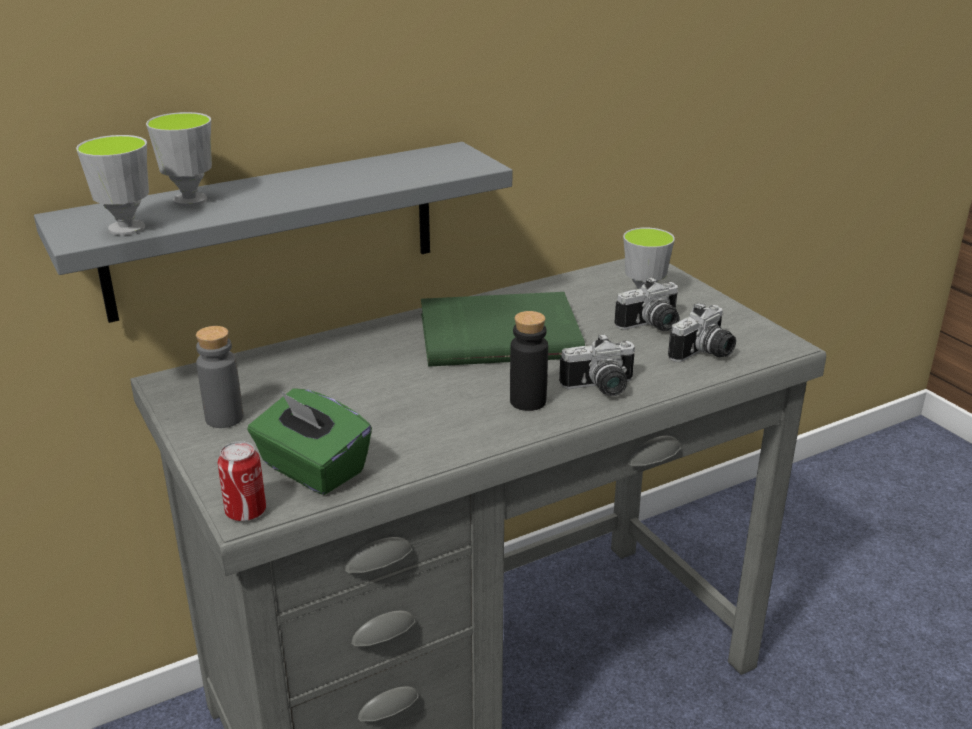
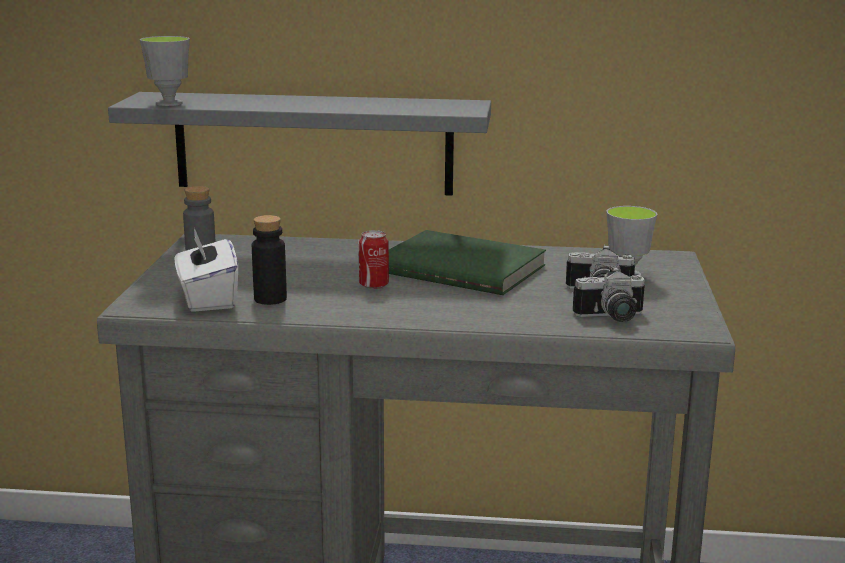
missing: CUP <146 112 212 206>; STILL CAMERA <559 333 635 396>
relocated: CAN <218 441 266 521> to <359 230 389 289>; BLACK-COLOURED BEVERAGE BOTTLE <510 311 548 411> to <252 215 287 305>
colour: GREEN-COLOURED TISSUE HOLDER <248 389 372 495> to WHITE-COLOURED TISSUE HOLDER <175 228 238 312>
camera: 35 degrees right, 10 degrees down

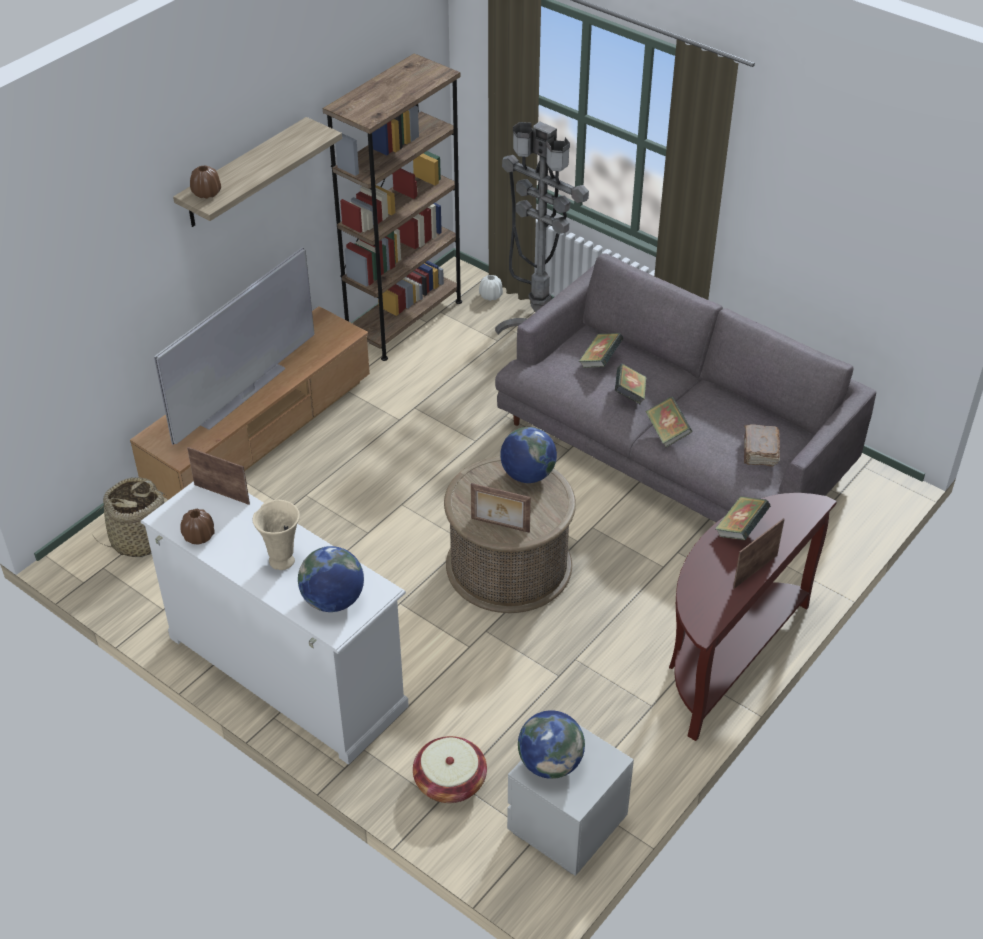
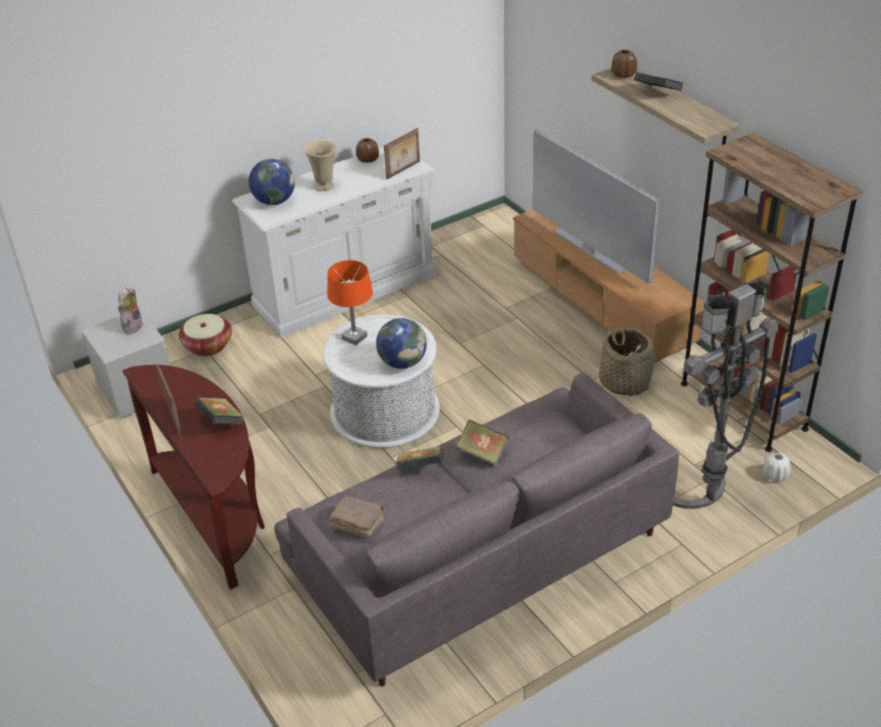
relocated: HOUSEHOLD BASKET <92 477 166 557> to <599 327 655 397>; BOOK <579 333 624 368> to <634 72 684 91>
exchanged: PICTURE FRAME <471 483 531 533> to ORANGEY TABLE LAMP <327 260 373 346>; WORLD GLOBE <518 710 585 779> to SOFT TOY <118 287 144 334>
colour: BROWNISH COFFEE TABLE <444 456 576 613> to WHITE-COLOURED COFFEE TABLE <322 314 440 448>
camera: 110 degrees right, 5 degrees down

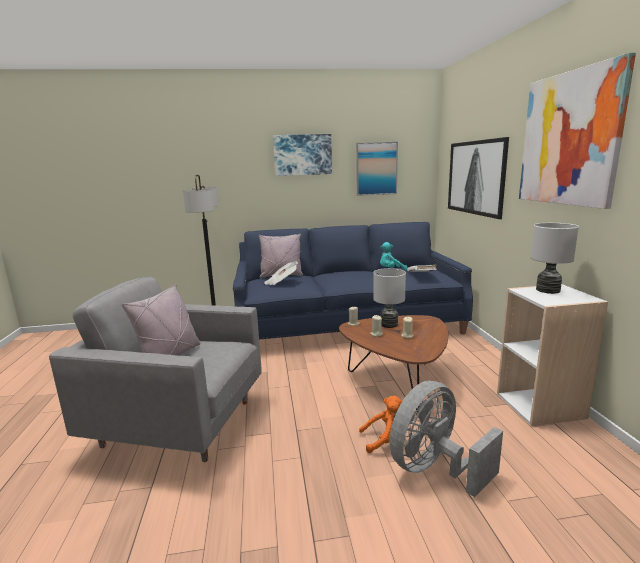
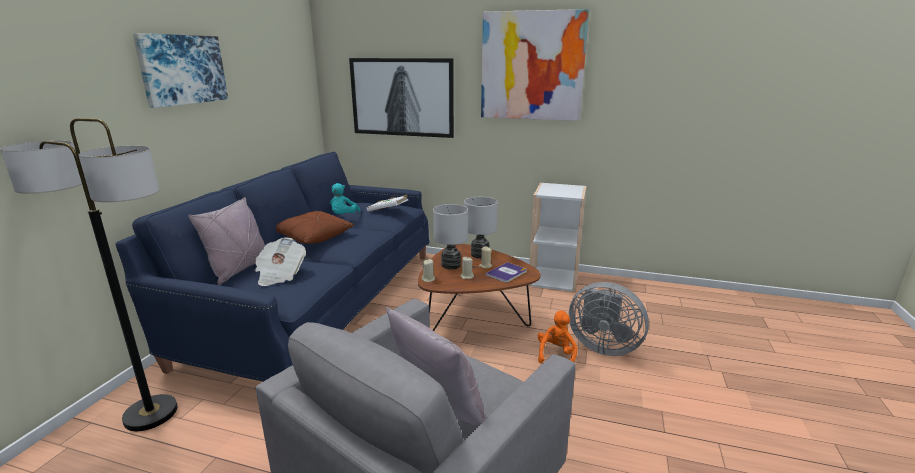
missing: WALL PICTURE <356 142 398 196>
appeared: BROWNISH CUSHION <276 211 354 244>; BOOK <486 262 527 283>
relocated: GREYISH TABLE LAMP <531 223 579 294> to <464 197 498 258>
spun: GREYISH ELECTRIC FAN <389 381 503 497> = <569 282 649 356> 45 degrees counterclockwise
camera: 65 degrees left, 5 degrees up

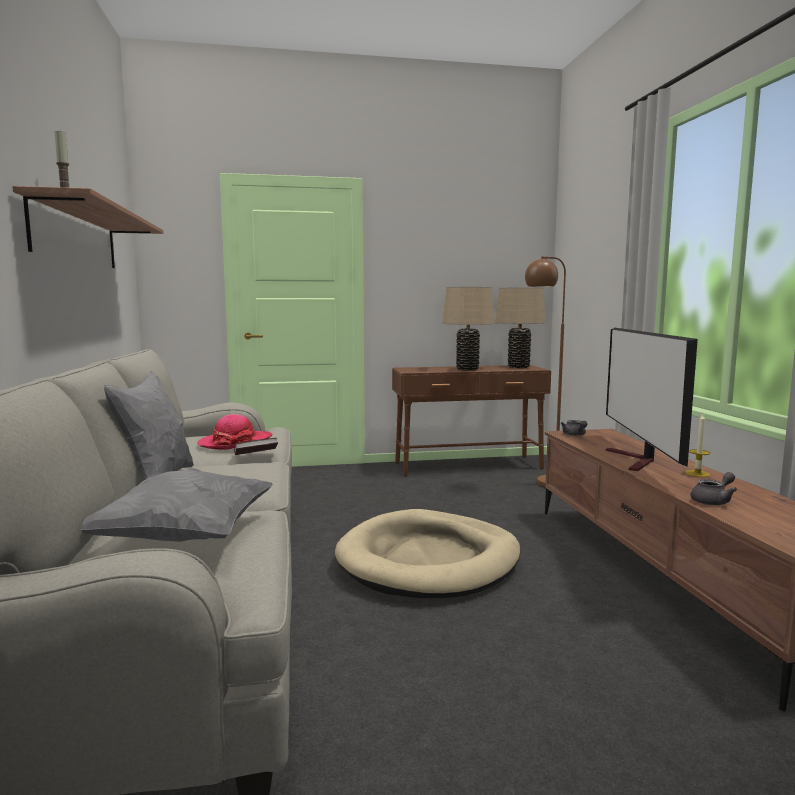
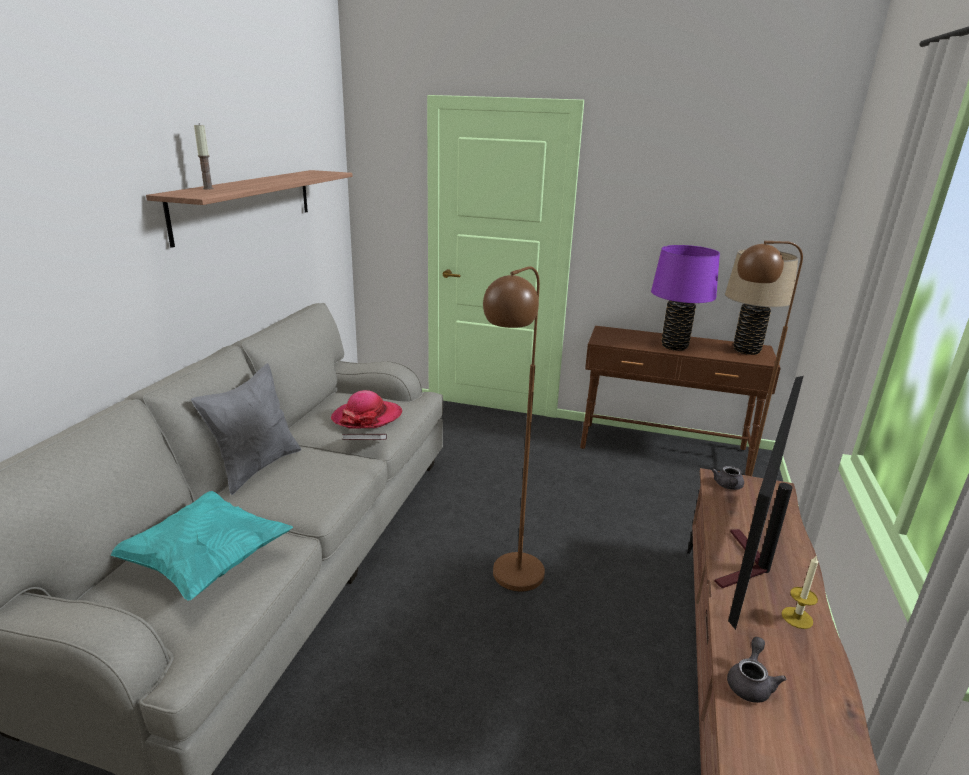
exchanged: BEIGE-COLOURED PET BED <335 509 521 598> to BROWNISH STANDING LAMP <483 267 545 592>
colour: GREYISH CUSHION <81 468 273 542> to TURQUOISE CUSHION <111 491 293 601>; BEIGE-COLOURED TABLE LAMP <443 287 495 371> to PURPLE TABLE LAMP <651 245 720 351>
spun: GREYISH TEAPOT <691 472 737 505> = <727 637 787 703> 60 degrees counterclockwise
camera: 25 degrees right, 15 degrees up

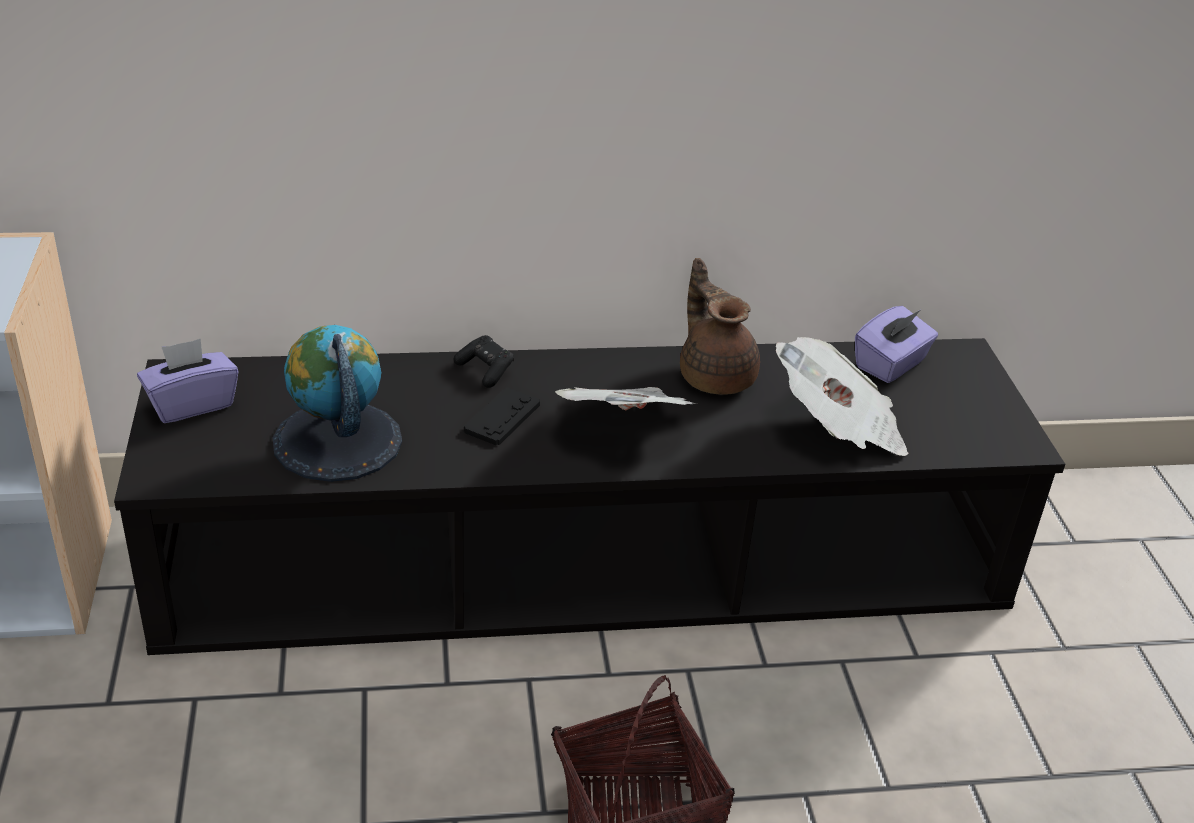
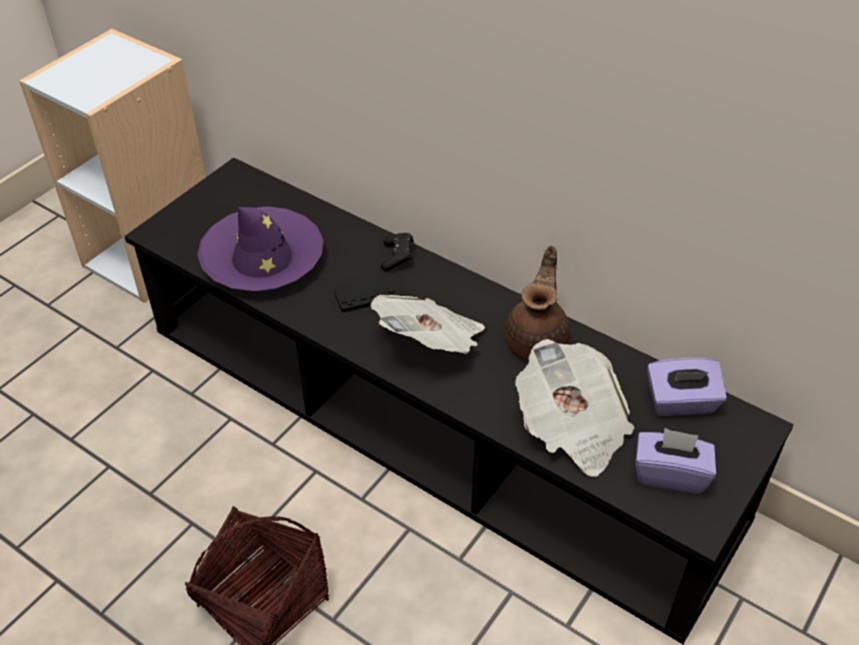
relocated: PURPLE TISSUE HOLDER <137 338 239 423> to <635 428 716 494>
exchanged: WORLD GLOBE <273 325 402 482> to PURPLE WEARABLE HAT <197 206 323 291>
camera: 45 degrees right, 10 degrees up

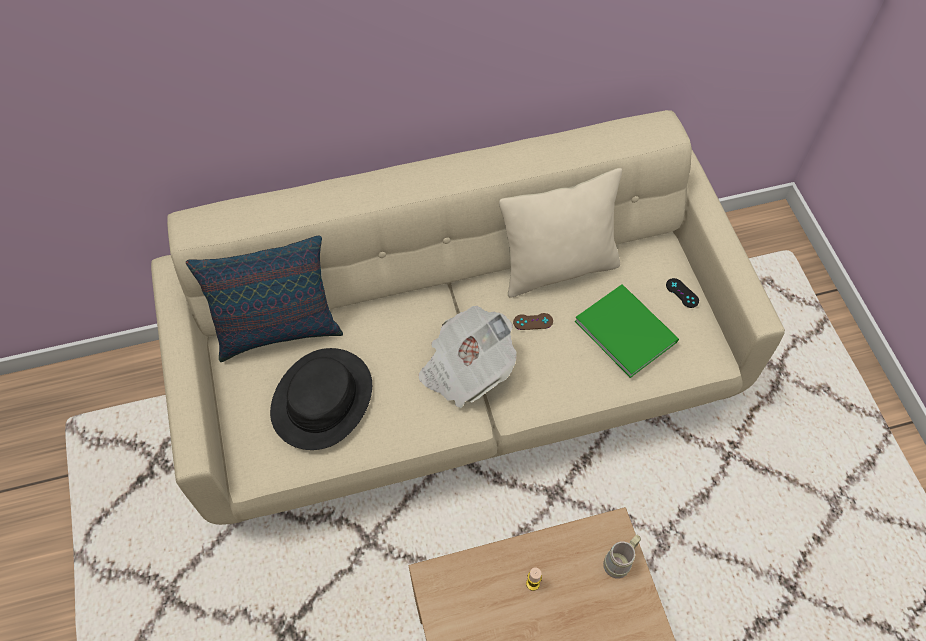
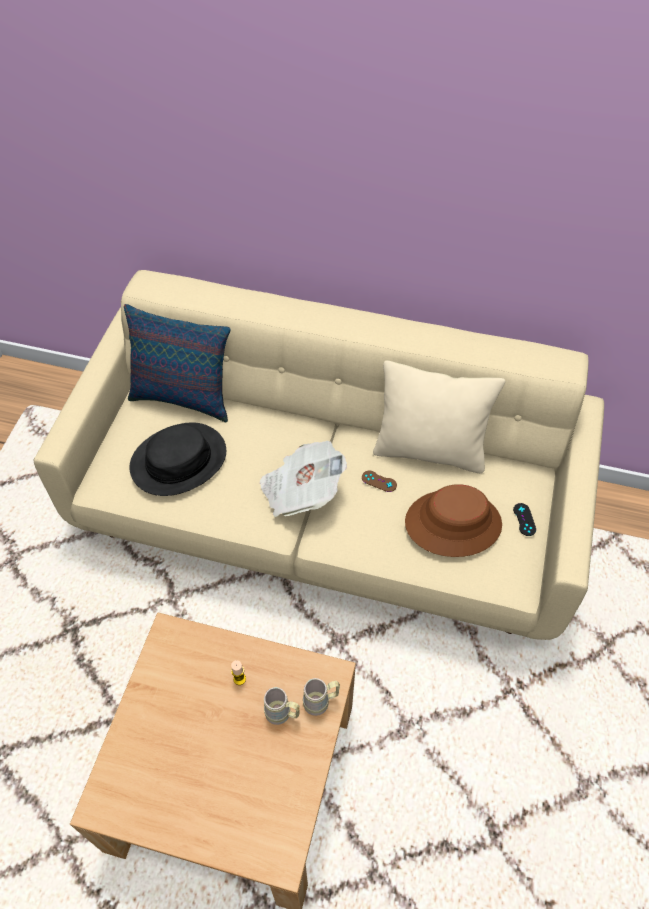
appeared: BEIGE-COLOURED COFFEE MUG <264 687 300 725>
exchanged: GREEN-COLOURED BOOK <575 284 679 378> to BROWNISH WEARABLE HAT <405 484 502 557>
camera: 30 degrees right, 5 degrees down

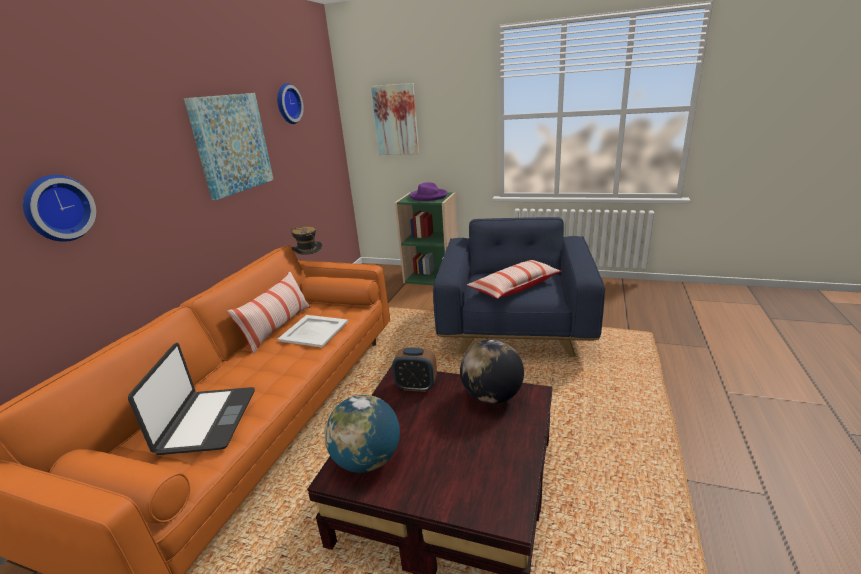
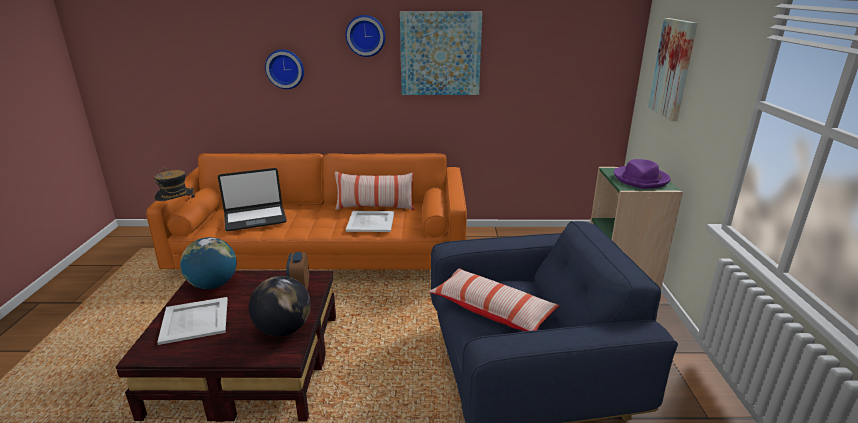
appeared: WHITE-COLOURED CARRYING TRAY <157 297 228 345>
relocated: HANGING CLOCK <277 83 304 124> to <346 15 385 57>; WEARABLE HAT <291 227 322 259> to <154 167 195 203>
camera: 70 degrees right, 0 degrees up

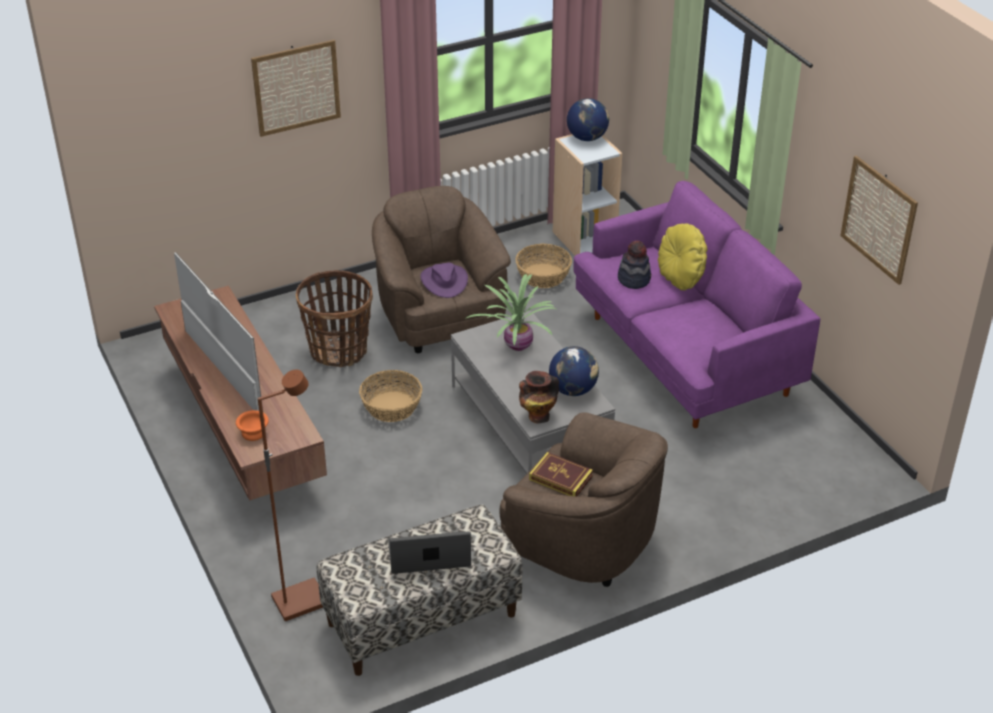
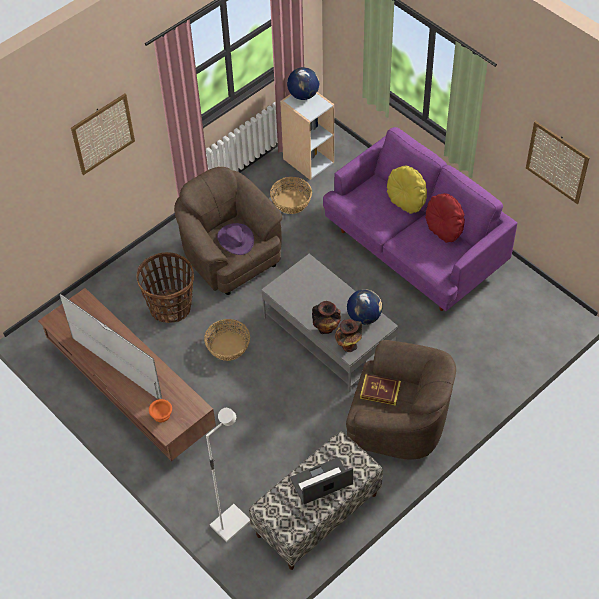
missing: PLANT IN A POT <465 274 558 351>; WEARABLE HAT <618 241 651 289>
appeared: VASE <312 301 341 334>; RED-COLOURED CUSHION <425 193 465 243>
colour: BROWNISH STANDING LAMP <258 370 323 621> to WHITE-COLOURED STANDING LAMP <206 408 250 542>
camera: 15 degrees left, 15 degrees up

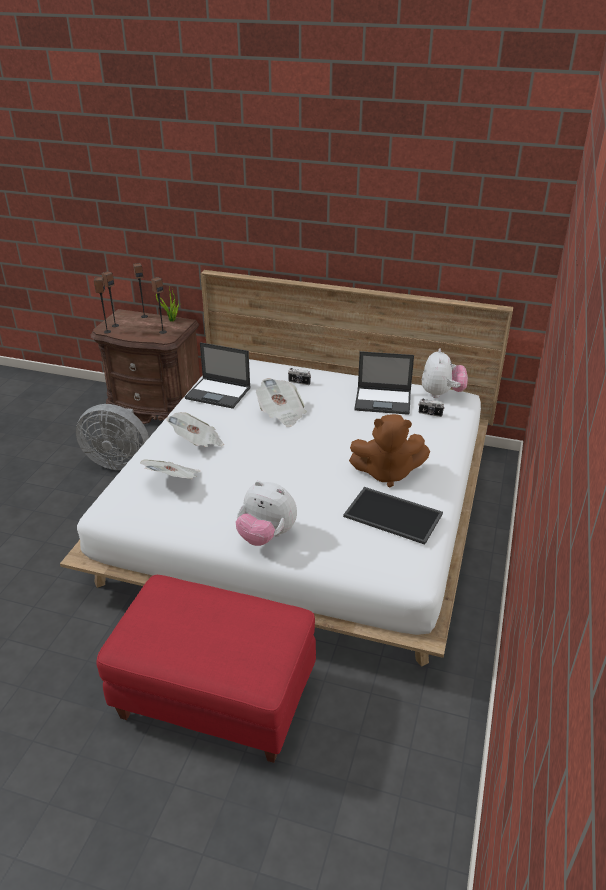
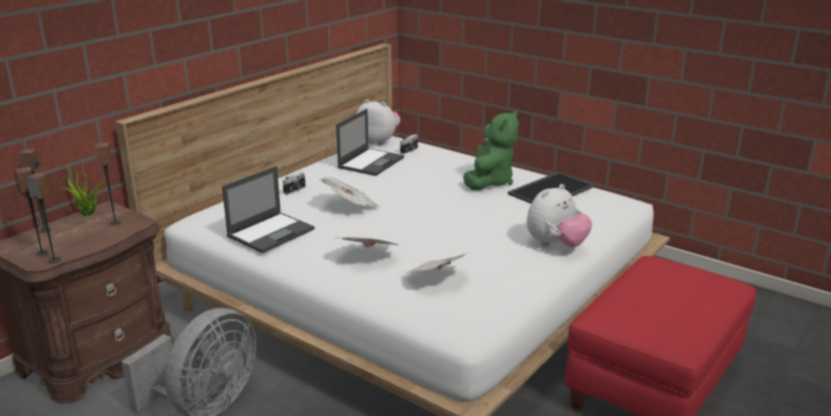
colour: BROWNISH SOFT TOY <349 414 430 487> to GREEN-COLOURED SOFT TOY <463 111 519 190>
camera: 70 degrees left, 10 degrees down

